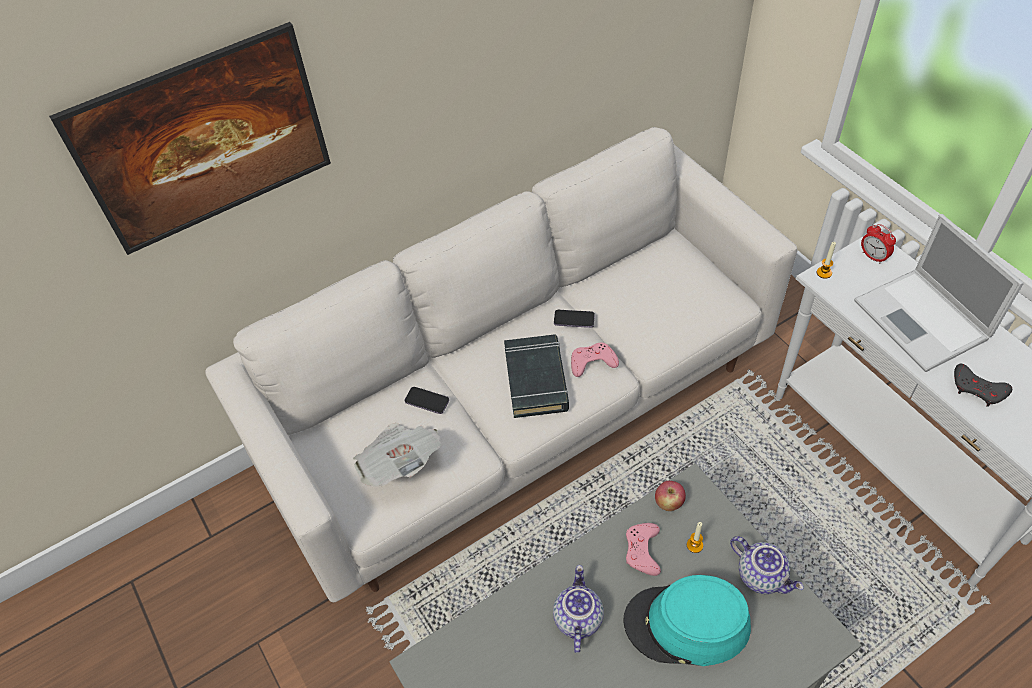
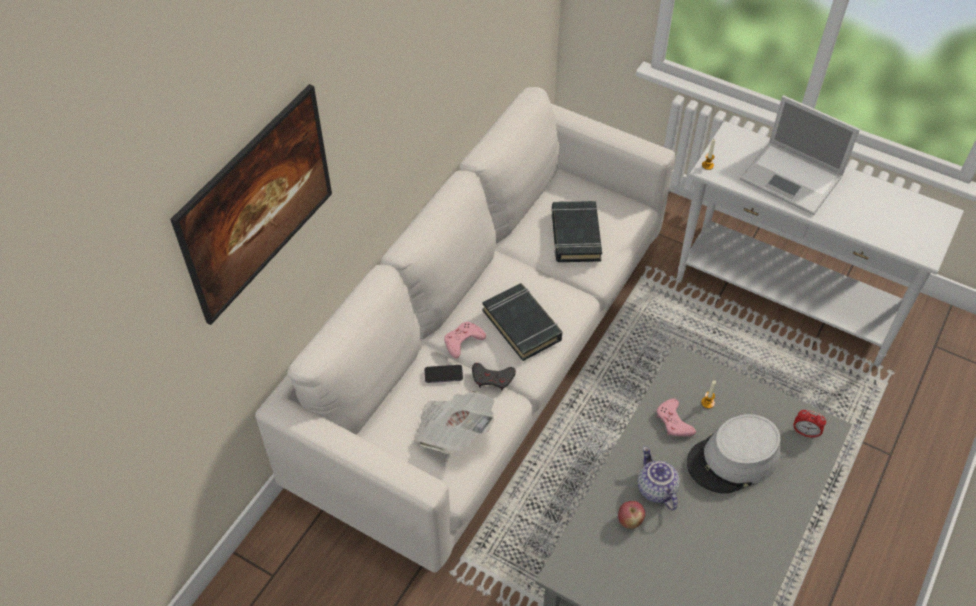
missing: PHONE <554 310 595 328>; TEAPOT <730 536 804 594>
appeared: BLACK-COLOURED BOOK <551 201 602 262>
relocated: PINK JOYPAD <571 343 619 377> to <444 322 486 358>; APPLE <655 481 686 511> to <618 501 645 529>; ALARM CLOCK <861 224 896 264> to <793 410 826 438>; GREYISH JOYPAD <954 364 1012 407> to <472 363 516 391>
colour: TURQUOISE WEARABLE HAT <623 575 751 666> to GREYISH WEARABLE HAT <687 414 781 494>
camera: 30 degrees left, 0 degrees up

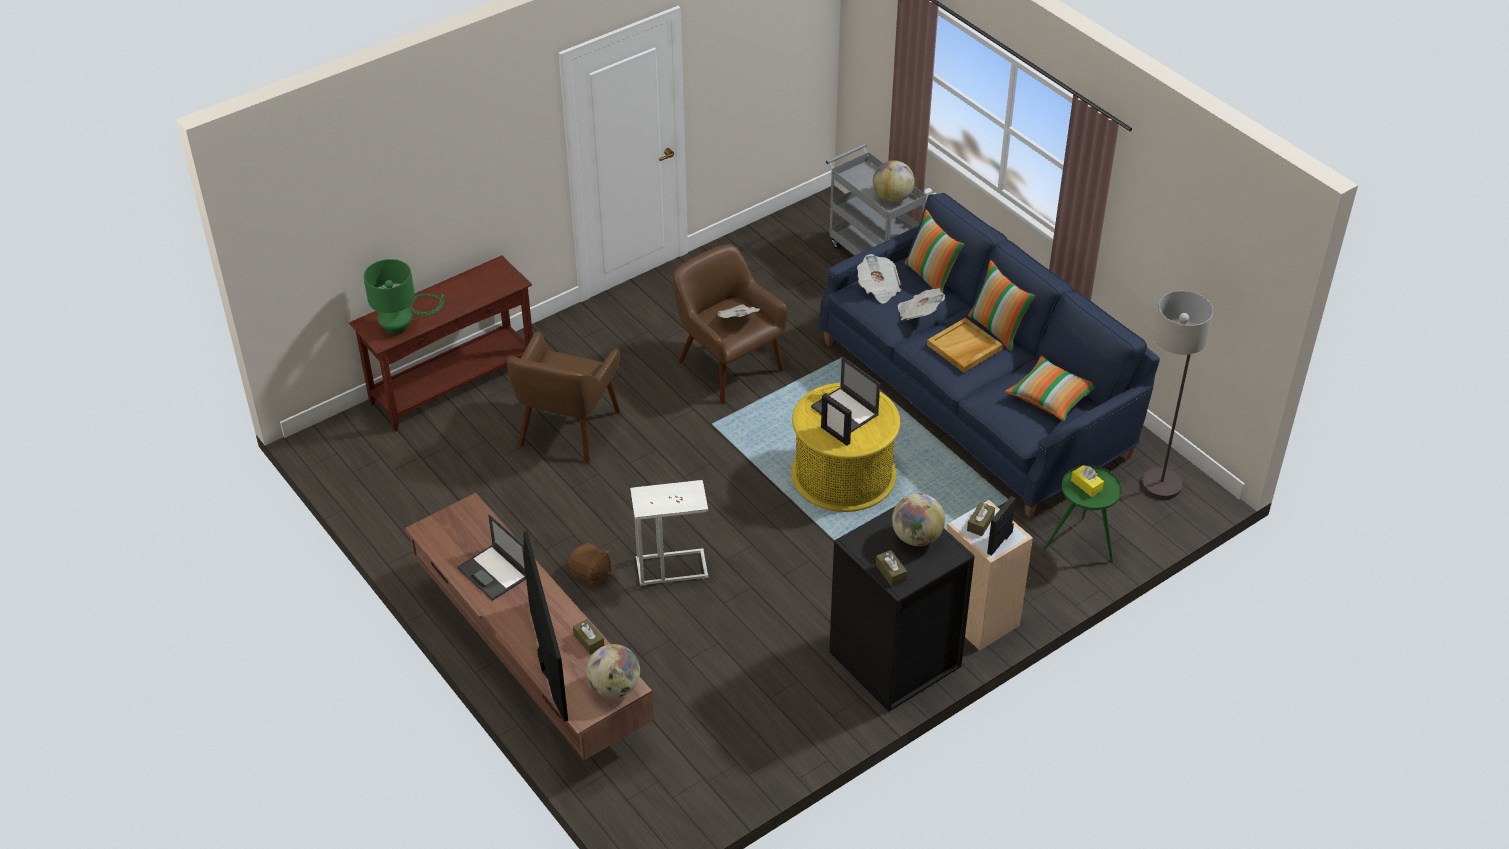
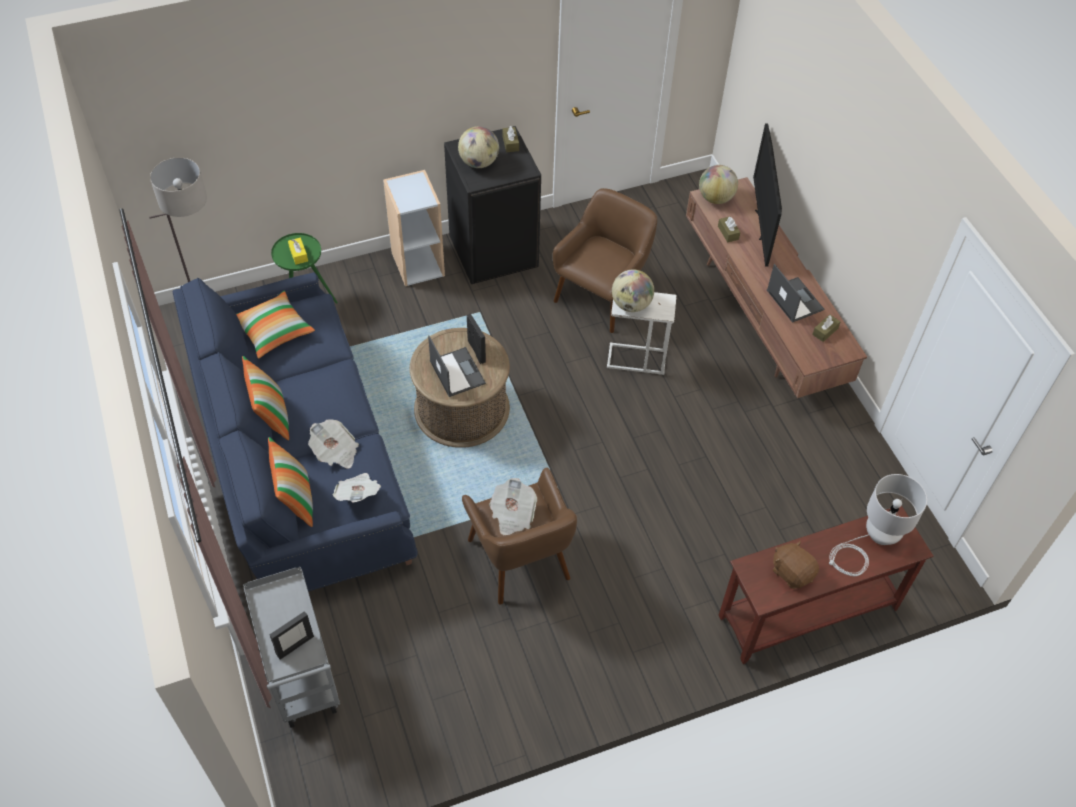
missing: BEIGE-COLOURED CARRYING TRAY <927 318 1002 372>
relocated: BROWNISH LOUNGE CHAIR <507 331 620 463> to <553 188 657 333>; BROWNISH SOFT TOY <568 543 611 587> to <773 540 819 589>; WORLD GLOBE <873 160 915 203> to <612 269 654 312>; BROWNISH TISSUE HOLDER <967 502 995 536> to <812 314 840 342>; PICTURE FRAME <987 496 1016 556> to <270 611 314 660>
colour: GREEN-COLOURED TABLE LAMP <364 259 445 334> to GREYISH TABLE LAMP <829 474 927 576>; YELLOW-COLOURED COFFEE TABLE <791 383 900 512> to BROWNISH COFFEE TABLE <410 328 510 448>
camera: 165 degrees left, 10 degrees up

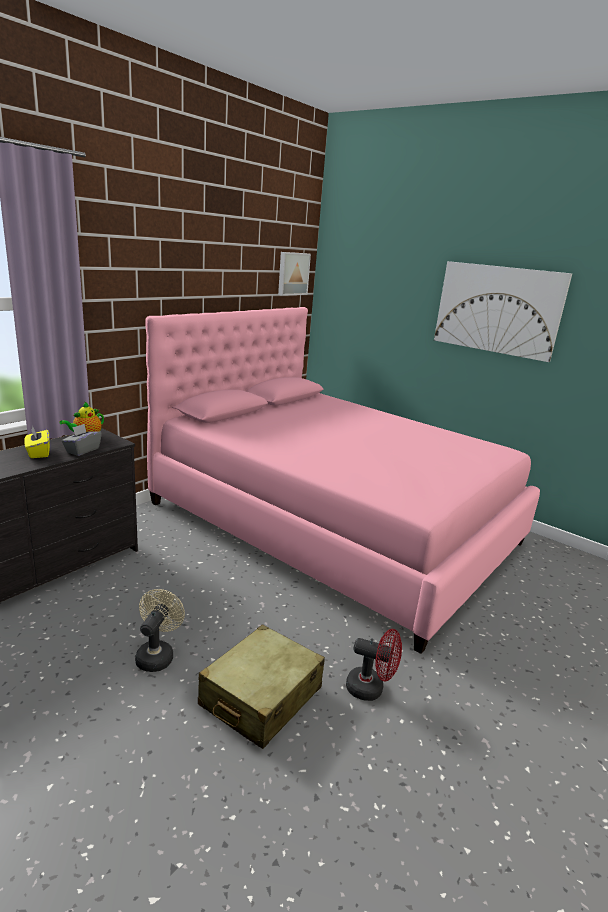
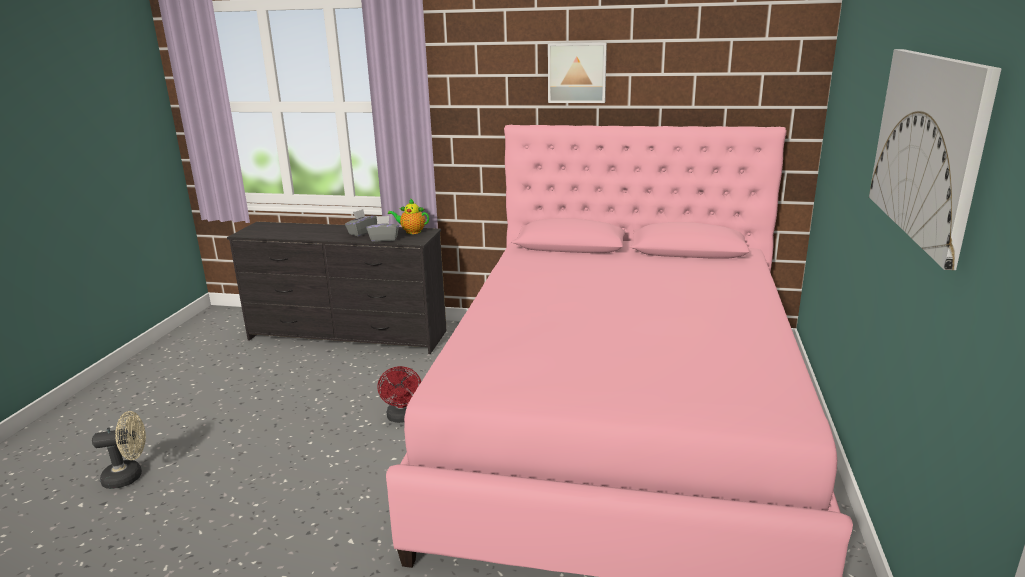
missing: BEIGE-COLOURED TRAVEL CASE <198 624 325 749>
relocated: BEIGE-COLOURED ELECTRIC FAN <135 589 185 672> to <92 411 146 489>; WALL PICTURE <278 252 311 296> to <548 42 607 103>; RED-COLOURED ELECTRIC FAN <346 629 402 701> to <377 366 421 423>
colour: YELLOW-COLOURED TISSUE HOLDER <24 426 50 458> to GREYISH TISSUE HOLDER <345 209 377 236>
camera: 65 degrees right, 0 degrees up

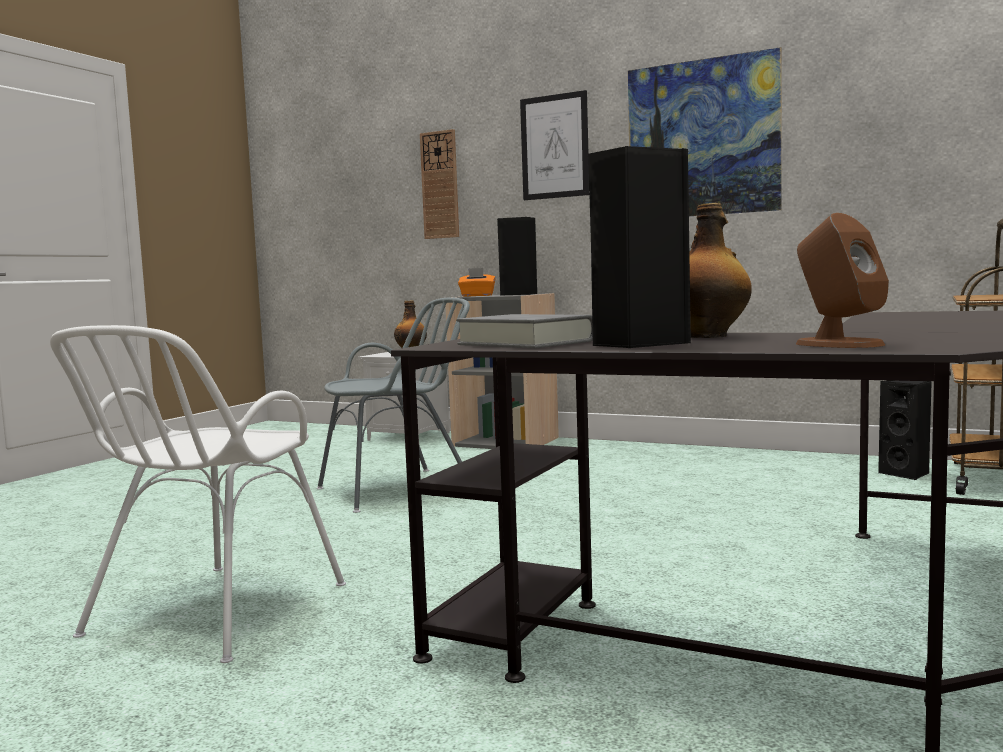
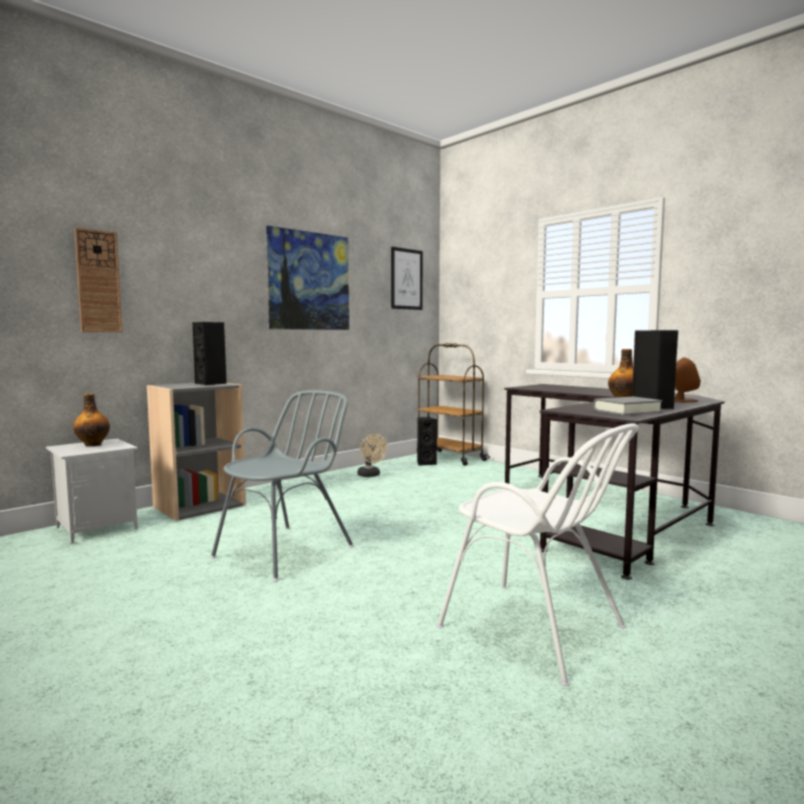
missing: ORANGEY TISSUE HOLDER <458 268 496 297>
appeared: BEIGE-COLOURED ELECTRIC FAN <357 434 387 477>
relocated: WALL PICTURE <520 90 589 200> to <391 247 423 310>
spun: GREYISH PLAIN CHAIR <317 298 470 513> = <210 390 354 582> 45 degrees clockwise
camera: 70 degrees left, 0 degrees up

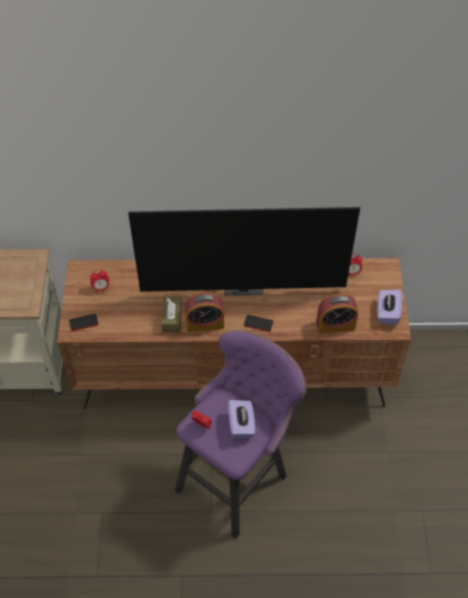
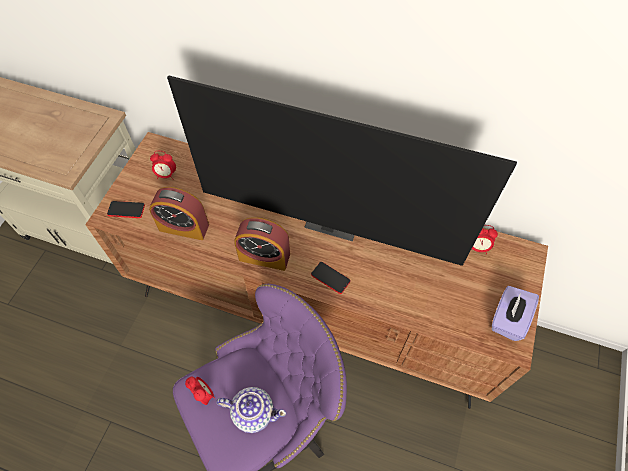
missing: BROWNISH TISSUE HOLDER <161 296 182 333>
relocated: ALARM CLOCK <316 294 358 334> to <149 187 209 240>
exchanged: PURPLE TISSUE HOLDER <228 400 255 439> to TEAPOT <216 387 286 433>
camera: 20 degrees right, 5 degrees up

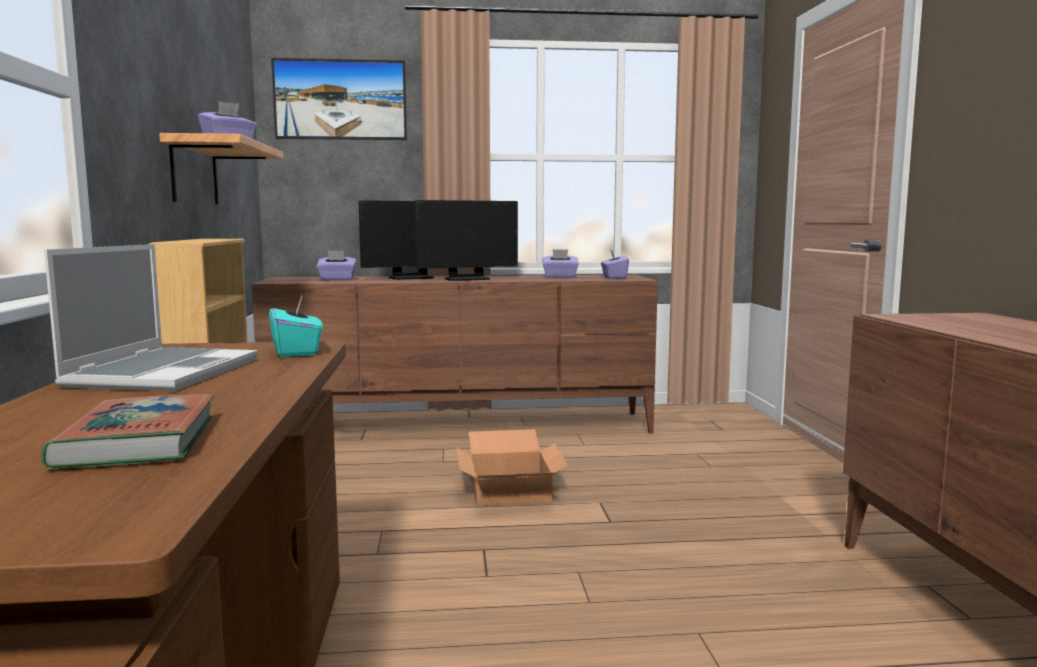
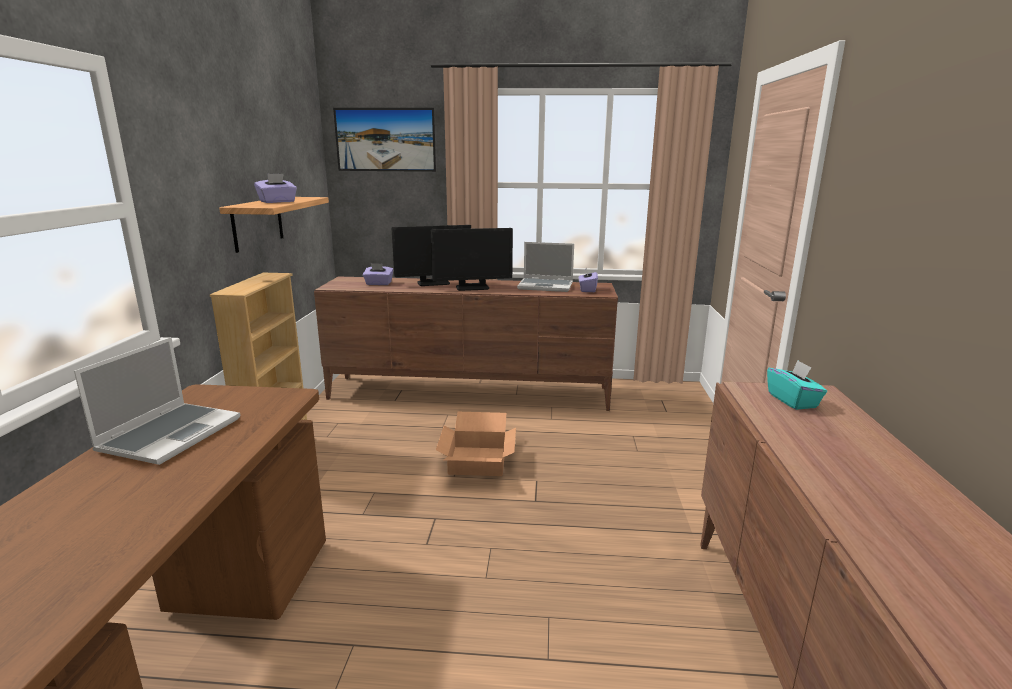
missing: BOOK <41 394 214 469>
relocated: TURQUOISE TISSUE HOLDER <269 295 323 357> to <767 360 827 410>
exchanged: PURPLE TISSUE HOLDER <542 249 578 278> to PORTABLE COMPUTER <517 242 574 292>
camera: 10 degrees right, 10 degrees up

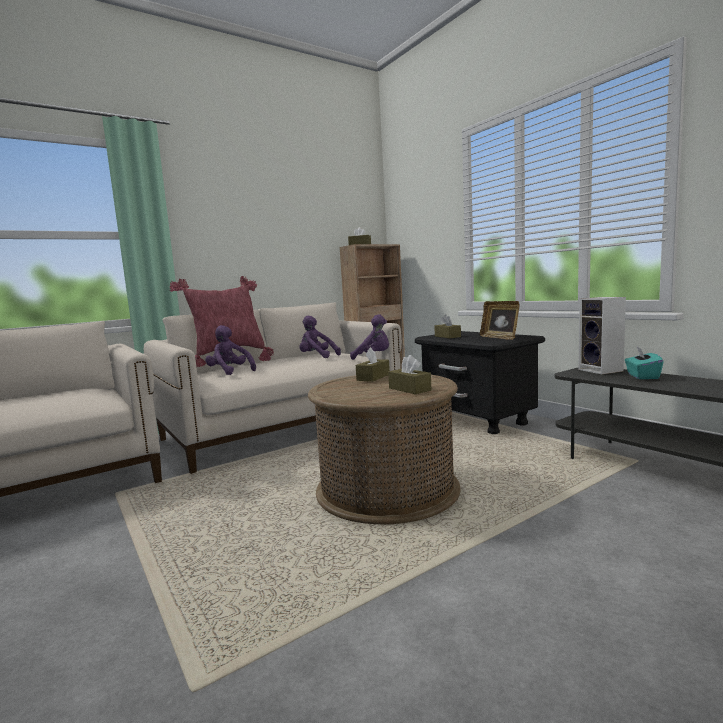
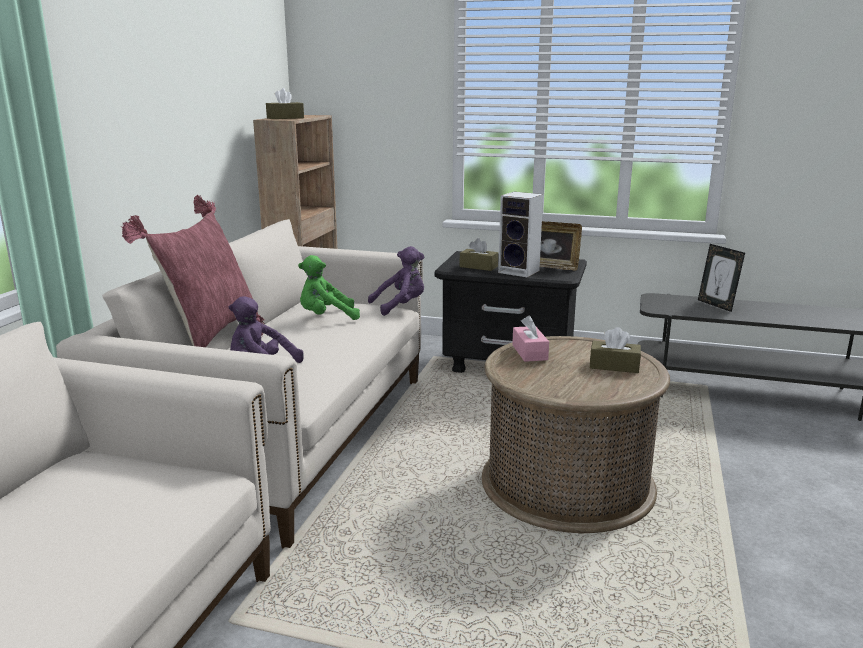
relocated: LOUDSPEAKER <578 297 626 374> to <498 192 543 277>
exchanged: TURQUOISE TISSUE HOLDER <625 347 664 379> to PICTURE FRAME <698 244 745 312>
colour: PURPLE SOFT TOY <300 316 341 358> to GREEN-COLOURED SOFT TOY <298 255 360 320>; BROWNISH TISSUE HOLDER <356 347 390 382> to PINK TISSUE HOLDER <512 316 549 362>
camera: 40 degrees left, 10 degrees up

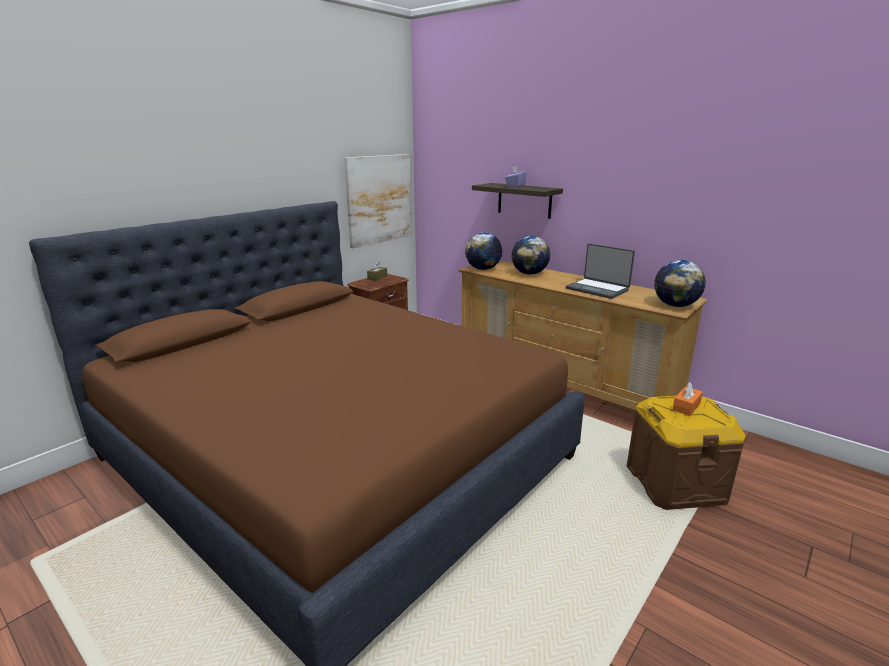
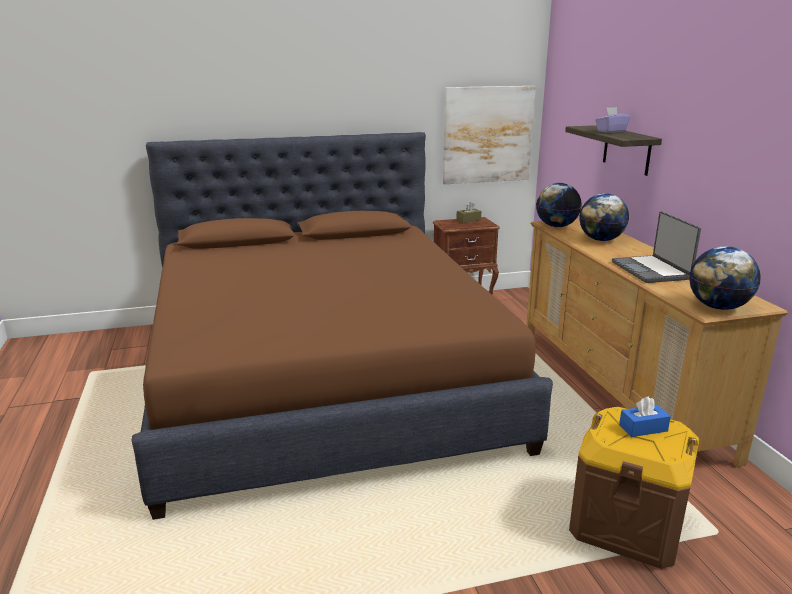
colour: ORANGEY TISSUE HOLDER <672 382 703 416> to BLUISH TISSUE HOLDER <619 396 671 437>
camera: 35 degrees right, 0 degrees up

